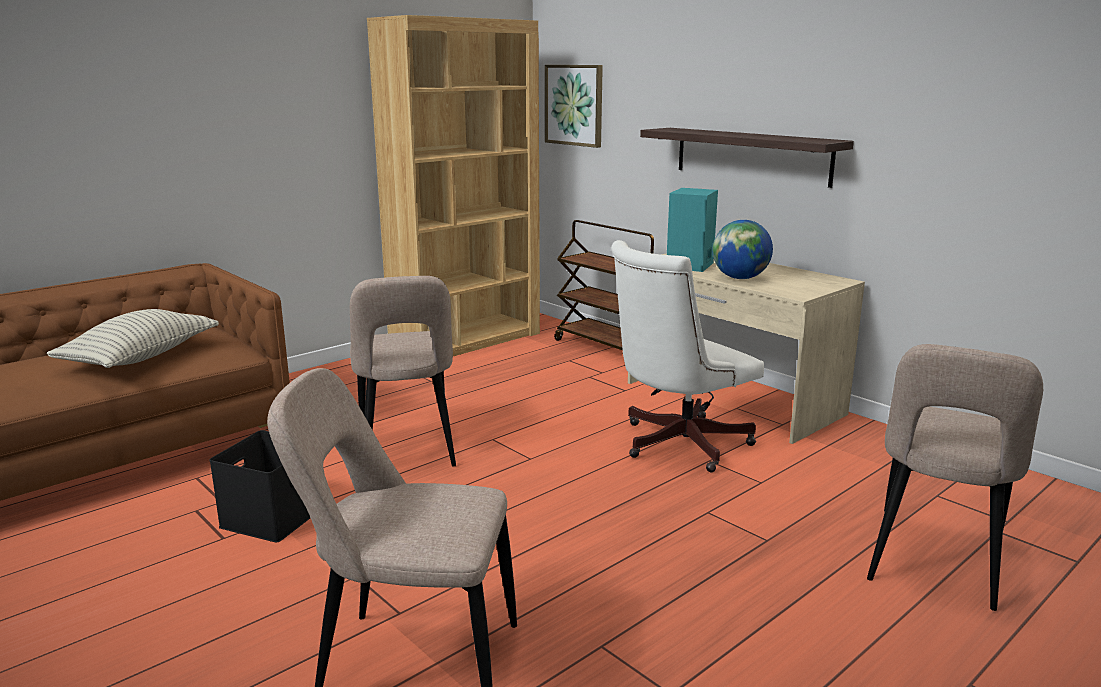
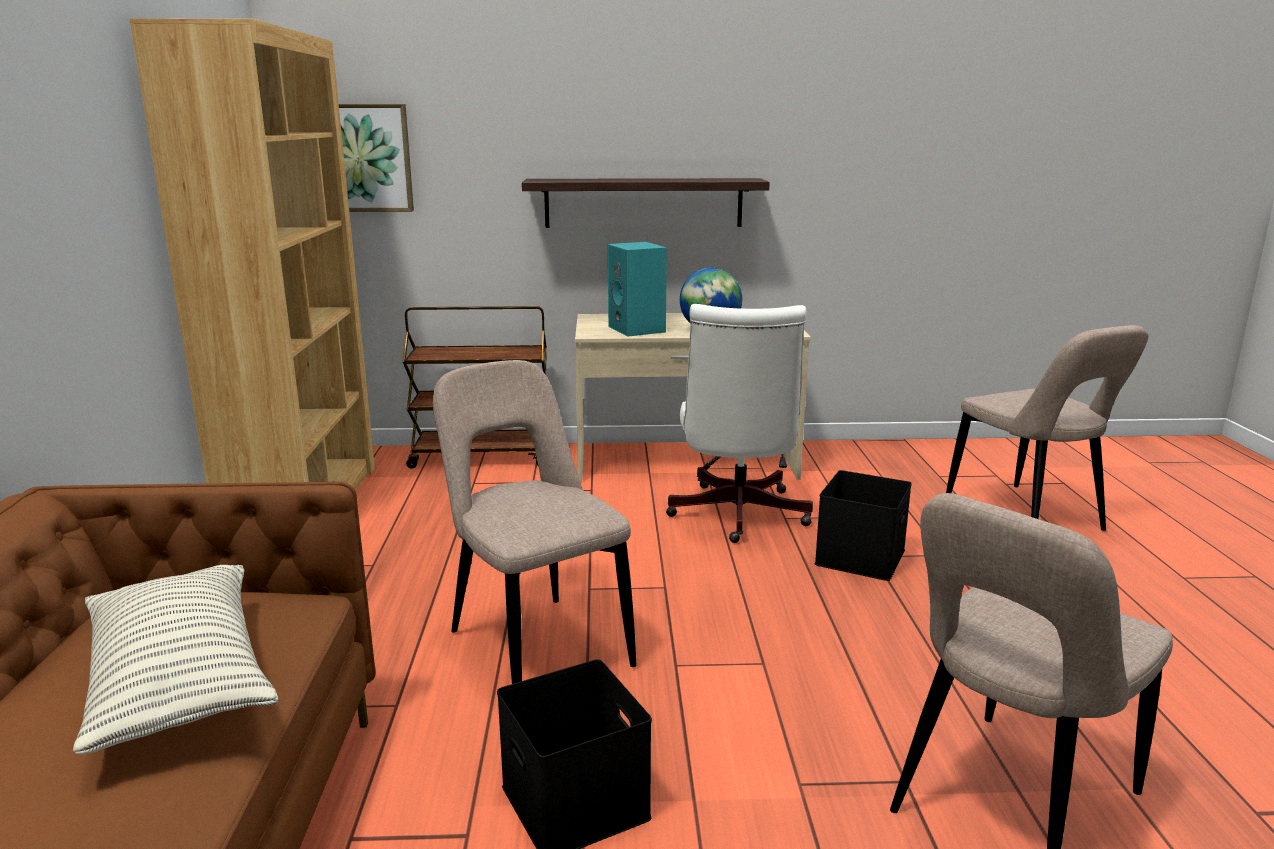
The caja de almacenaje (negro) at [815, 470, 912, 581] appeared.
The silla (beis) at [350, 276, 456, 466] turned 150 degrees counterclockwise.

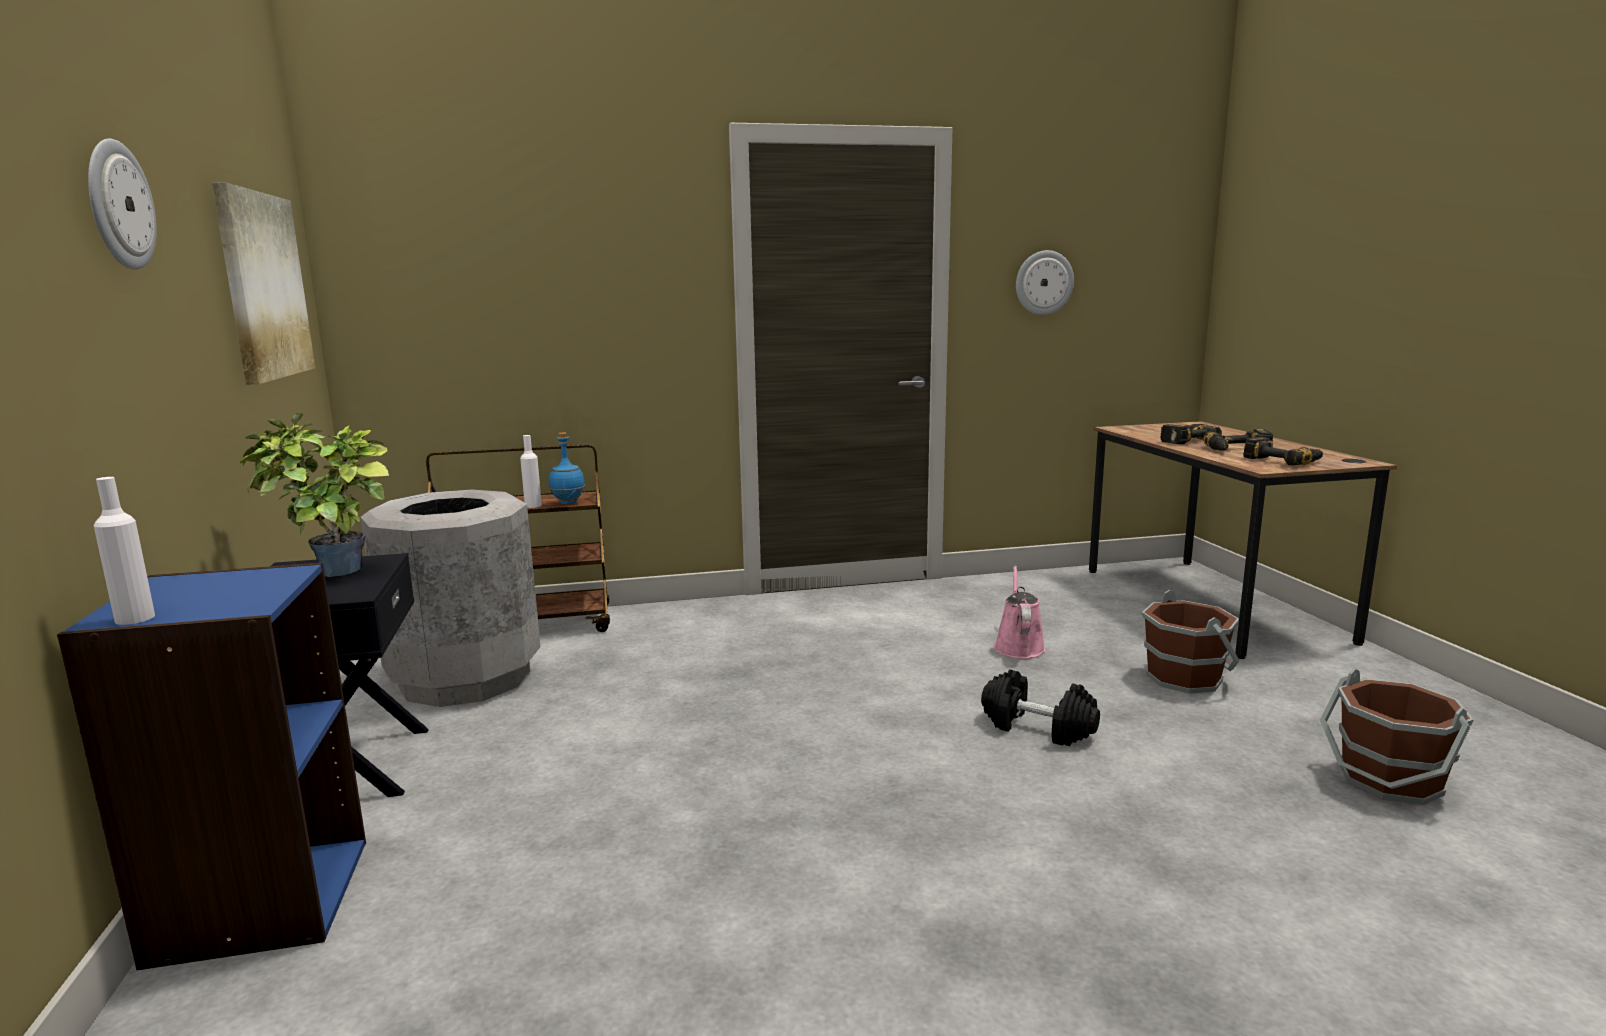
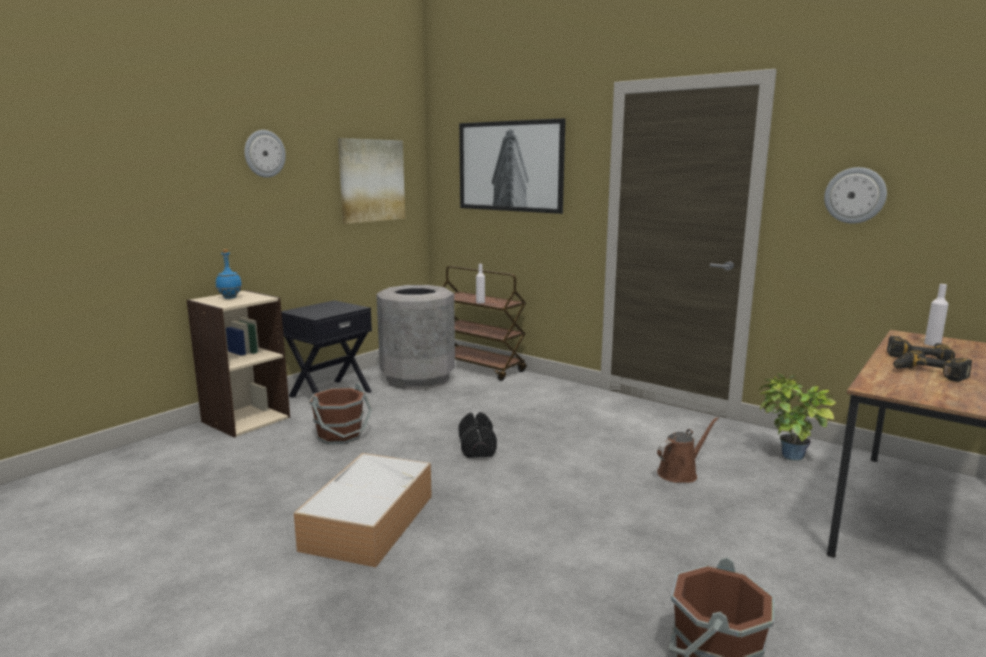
The taladro at [1243, 437, 1323, 466] disappeared.
The caja de almacenaje at [294, 453, 432, 567] appeared.
The cuadro at [459, 118, 566, 214] appeared.
The botella (blanco) moved from [94, 477, 155, 625] to [924, 284, 949, 346].
The planta en maceta moved from [240, 413, 389, 577] to [759, 373, 836, 461].
The botella (azul) moved from [549, 432, 585, 504] to [216, 249, 242, 299].
The mancuerna (negro) moved from [981, 669, 1100, 746] to [459, 412, 497, 458].
The cubo (marrón) moved from [1142, 590, 1240, 694] to [309, 383, 372, 444].
The estantería (azul) at [57, 563, 366, 970] became the estantería (beis) at [187, 290, 290, 437].
The regadera (rosa) at [994, 566, 1046, 659] became the regadera (marrón) at [657, 417, 719, 483].

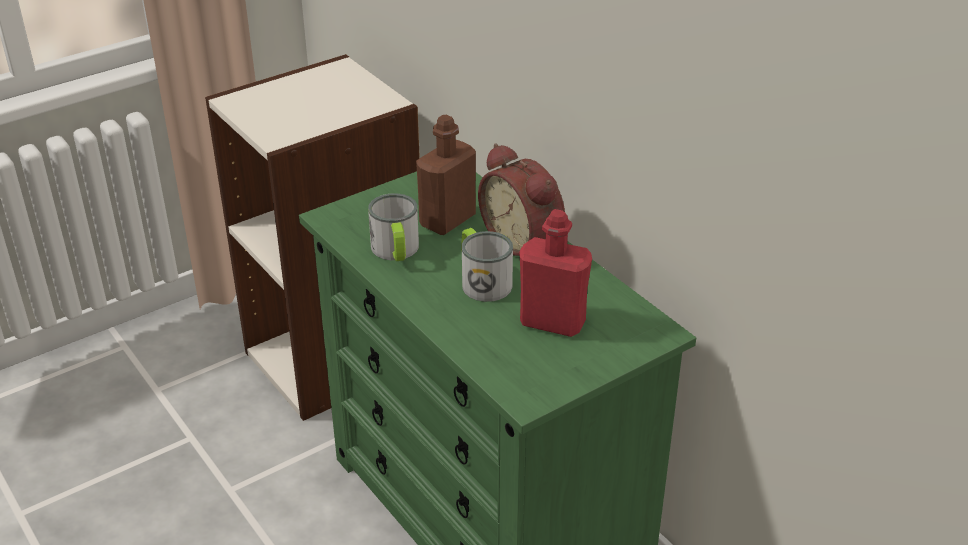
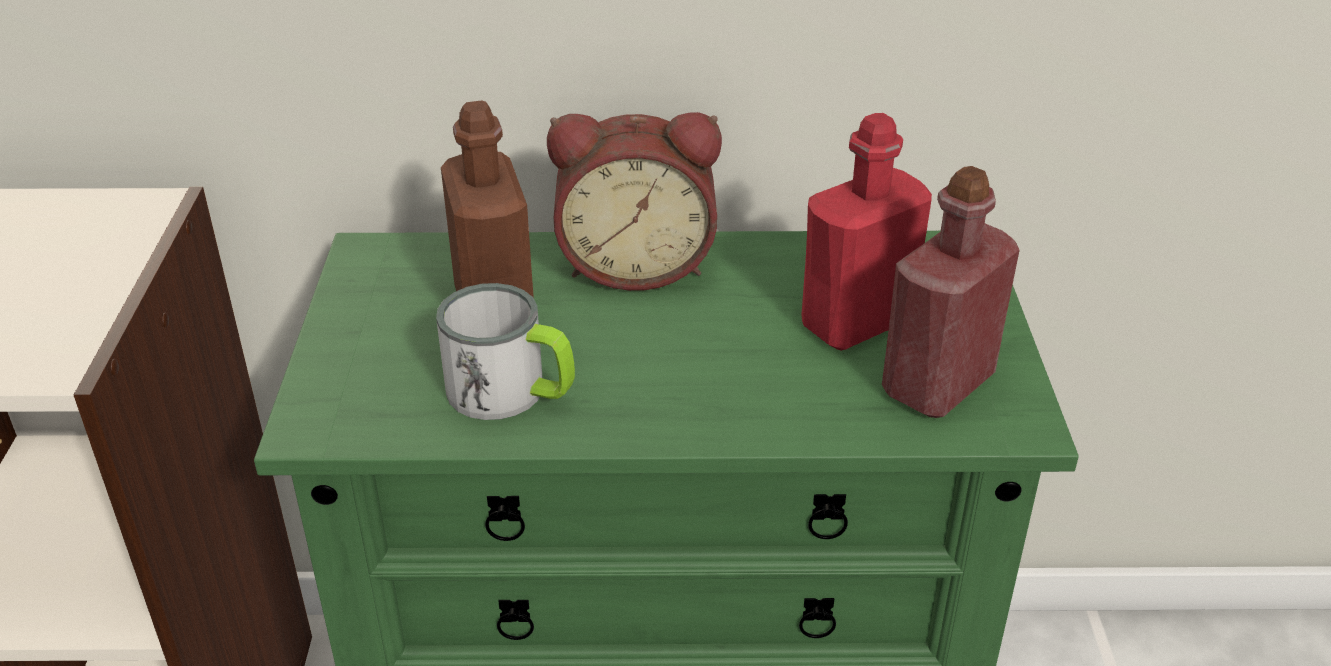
The taza grande at [461, 228, 513, 302] disappeared.
The botella (rojo) at [882, 166, 1020, 418] appeared.

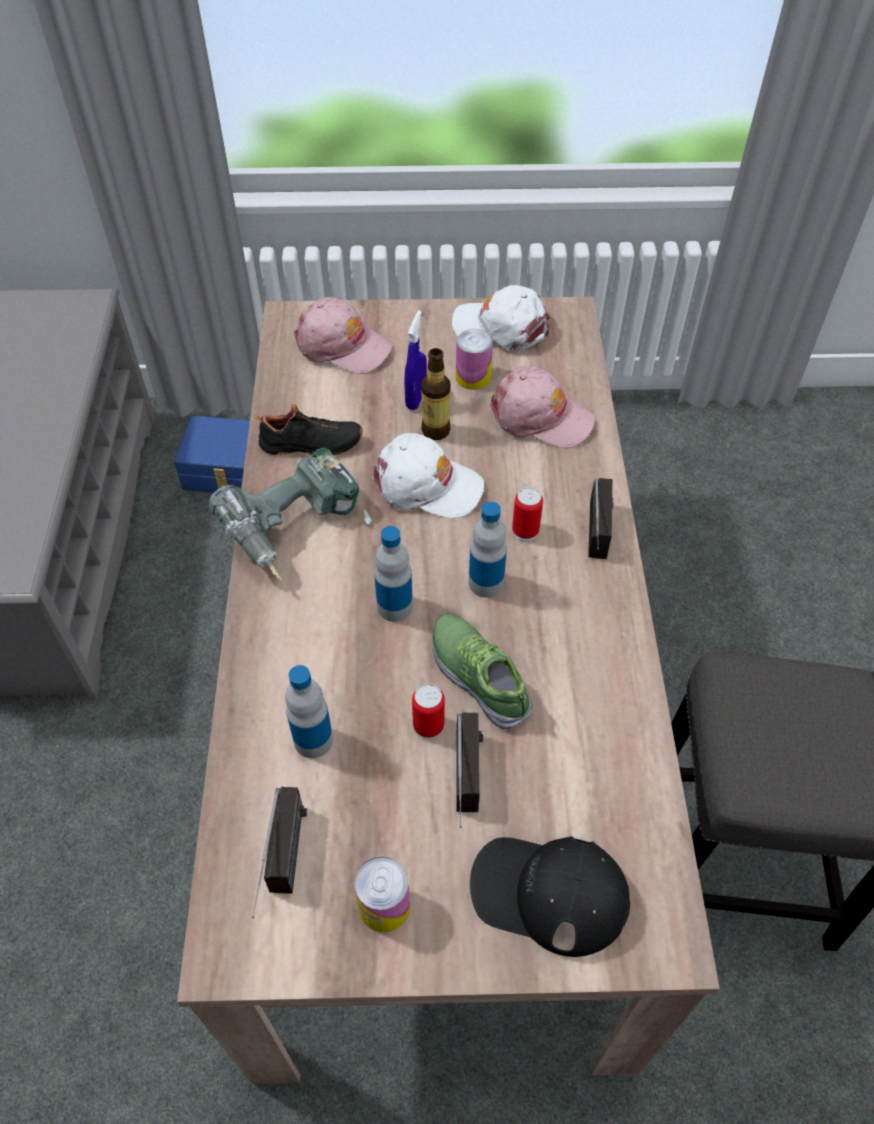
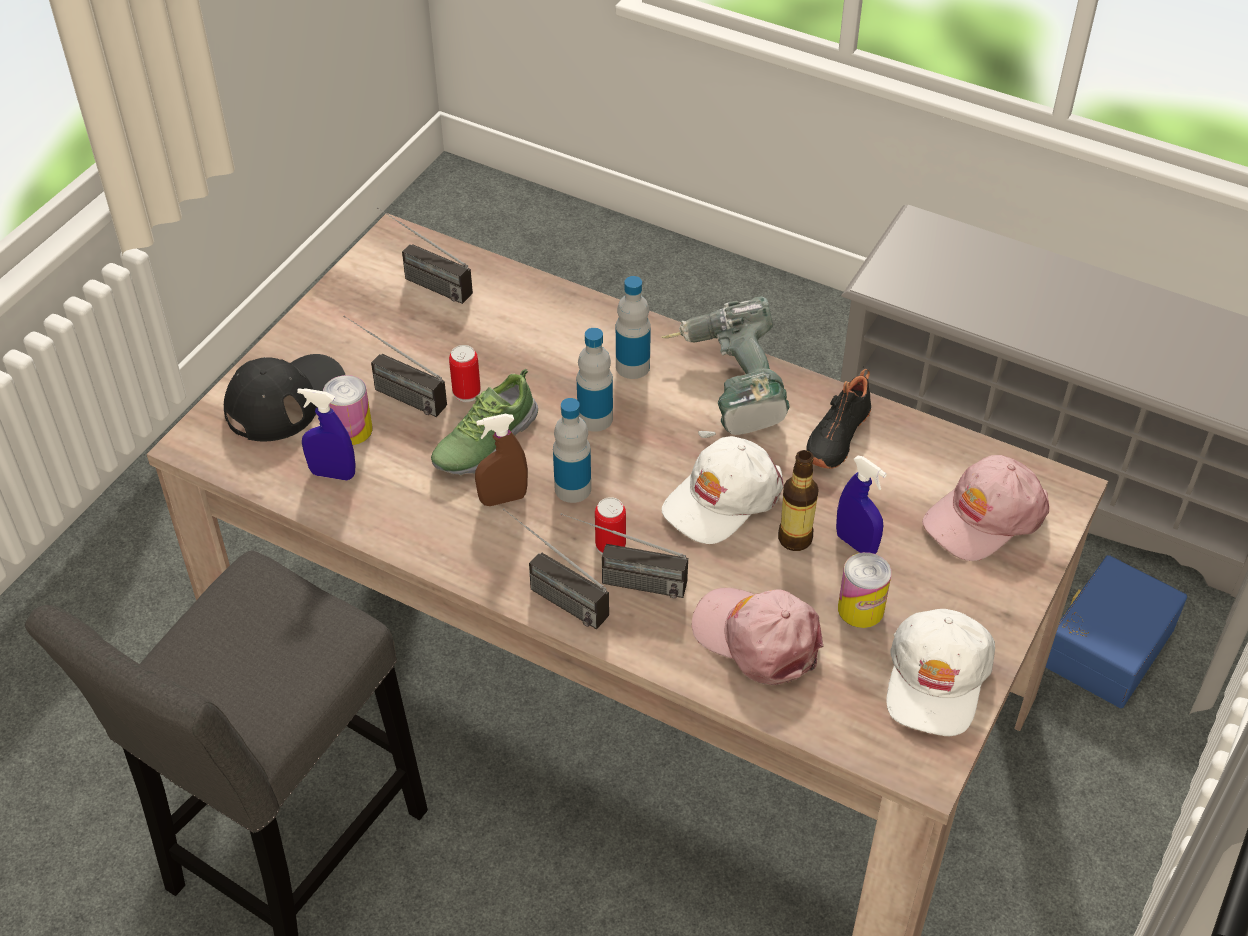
The pulverizador (azul) at [297, 388, 355, 481] appeared.
The pulverizador (marrón) at [475, 414, 528, 506] appeared.
The radio at [560, 513, 688, 598] appeared.
The botella moved from [285, 665, 333, 758] to [616, 276, 651, 379].
The lata moved from [354, 856, 410, 933] to [323, 375, 372, 445].
The zapato at [432, 613, 533, 729] turned 135 degrees clockwise.
The gorra (blanco) at [452, 285, 550, 351] turned 150 degrees clockwise.
The gorra (rosa) at [489, 366, 595, 448] turned 75 degrees clockwise.

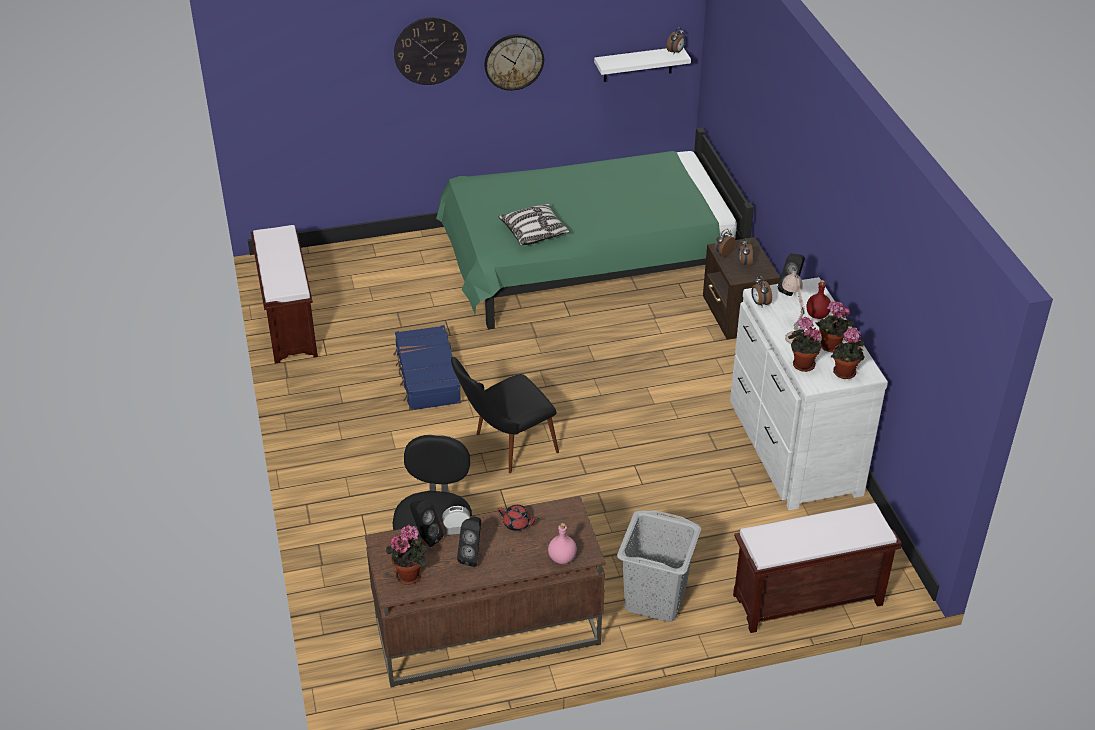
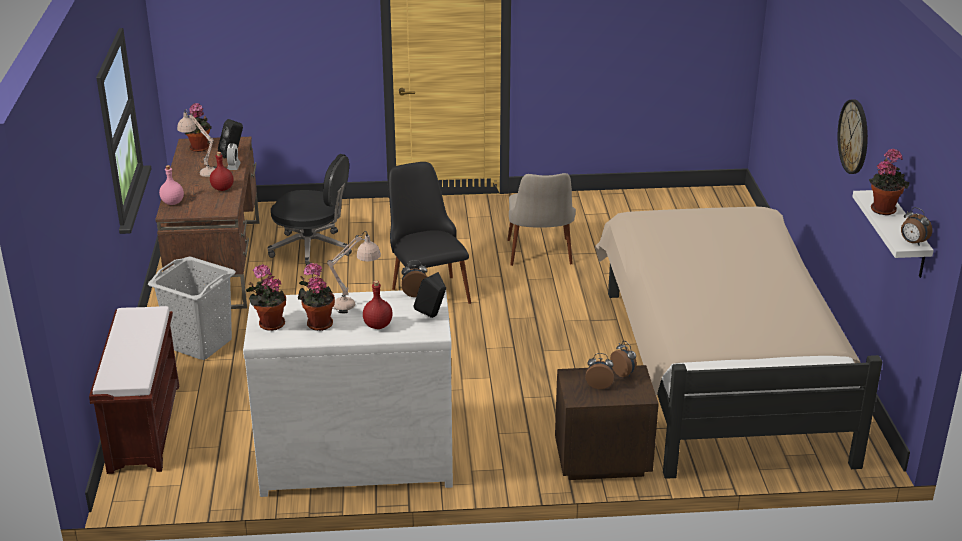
The banco (marrón) at [251, 225, 318, 364] disappeared.
The reloj de pared at [394, 17, 467, 85] disappeared.
The cojín at [499, 204, 570, 246] disappeared.
The planta en maceta moved from [788, 317, 821, 372] to [869, 149, 909, 215].
The maleta (azul) at [393, 325, 461, 411] was replaced by the silla (beis) at [507, 173, 576, 266].
The altavoz (negro) at [457, 517, 481, 567] was replaced by the lámpara de mesa (beis) at [177, 109, 216, 177].
The tetera (rojo) at [497, 505, 539, 531] was replaced by the botella (rojo) at [210, 152, 234, 191].
The cama (verde) at [436, 128, 754, 330] became the cama (beis) at [595, 207, 883, 479].

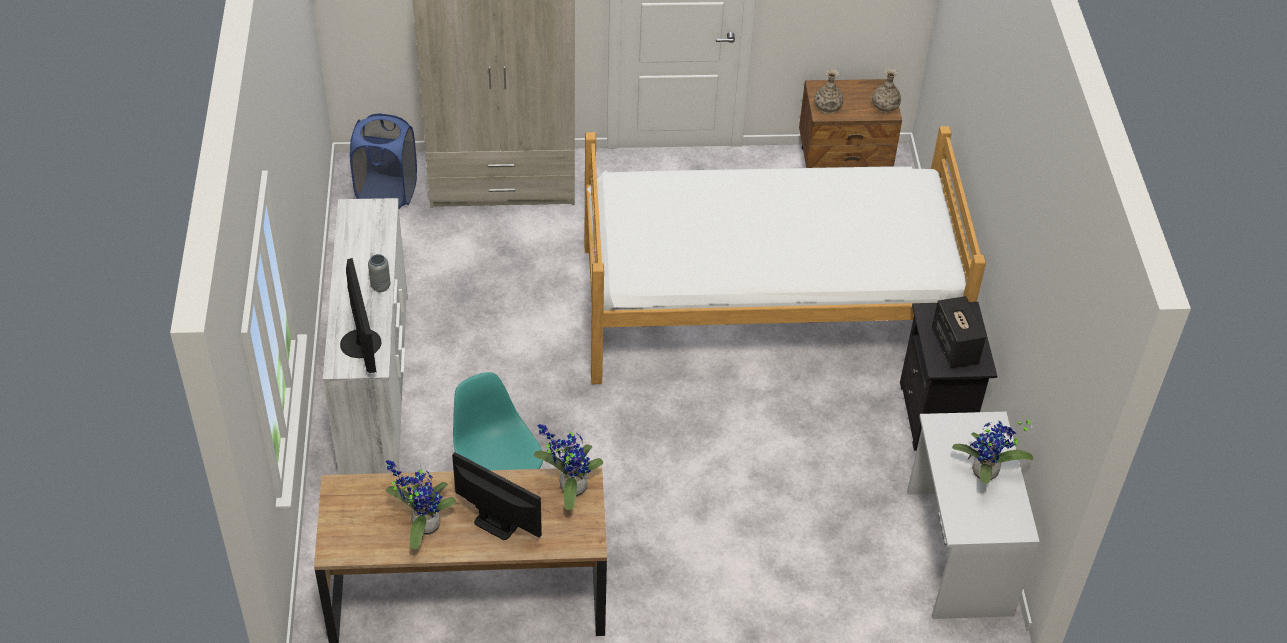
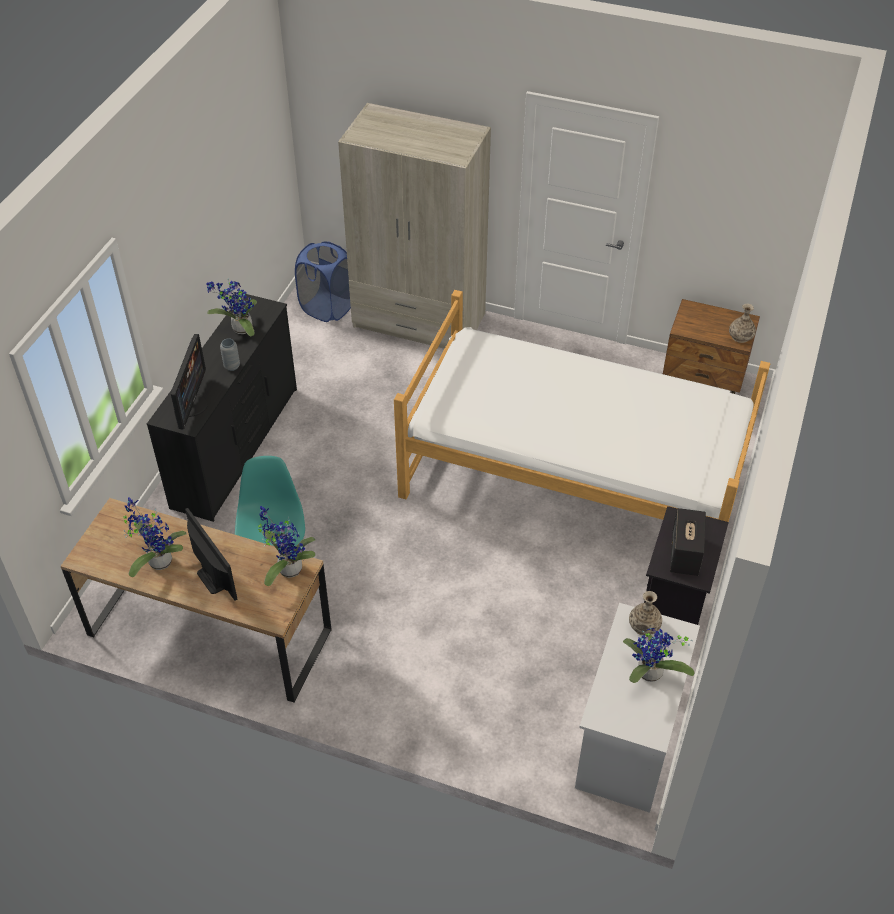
The planta en maceta at [206, 279, 257, 336] appeared.
The florero moved from [814, 69, 843, 114] to [629, 591, 662, 636].
The cómoda (blanco) at [323, 198, 408, 475] became the cómoda (negro) at [147, 294, 297, 522].

